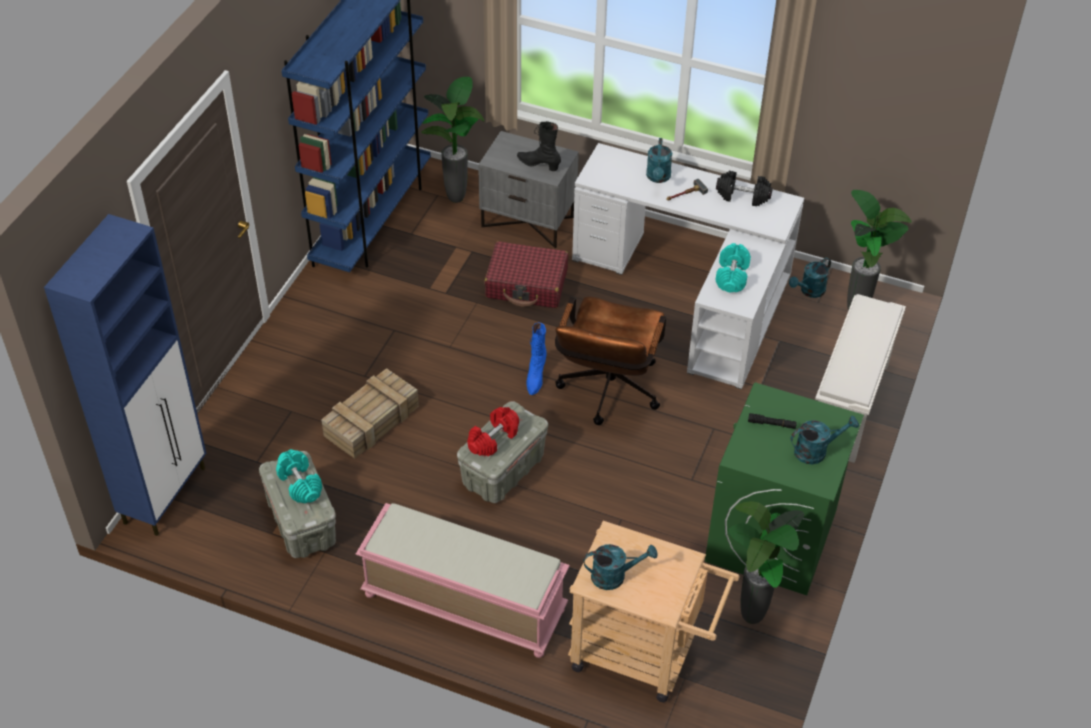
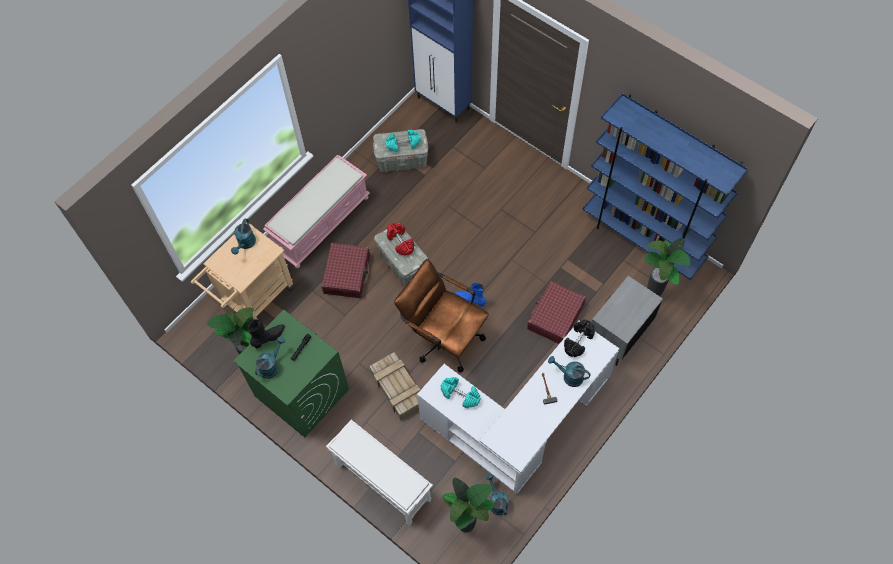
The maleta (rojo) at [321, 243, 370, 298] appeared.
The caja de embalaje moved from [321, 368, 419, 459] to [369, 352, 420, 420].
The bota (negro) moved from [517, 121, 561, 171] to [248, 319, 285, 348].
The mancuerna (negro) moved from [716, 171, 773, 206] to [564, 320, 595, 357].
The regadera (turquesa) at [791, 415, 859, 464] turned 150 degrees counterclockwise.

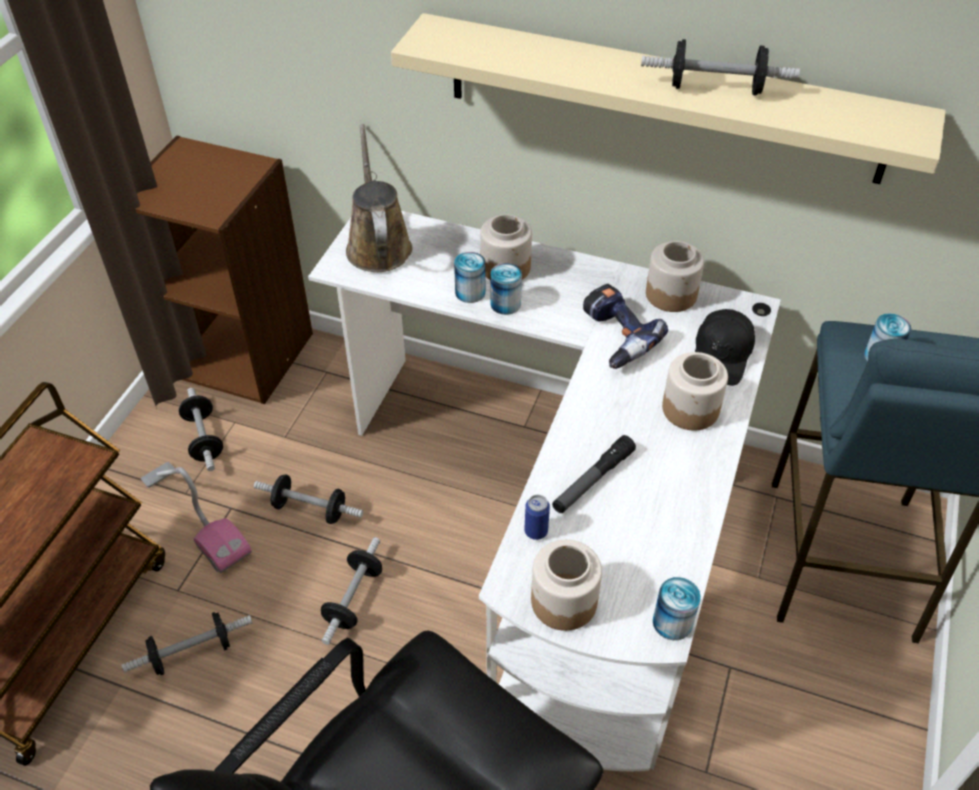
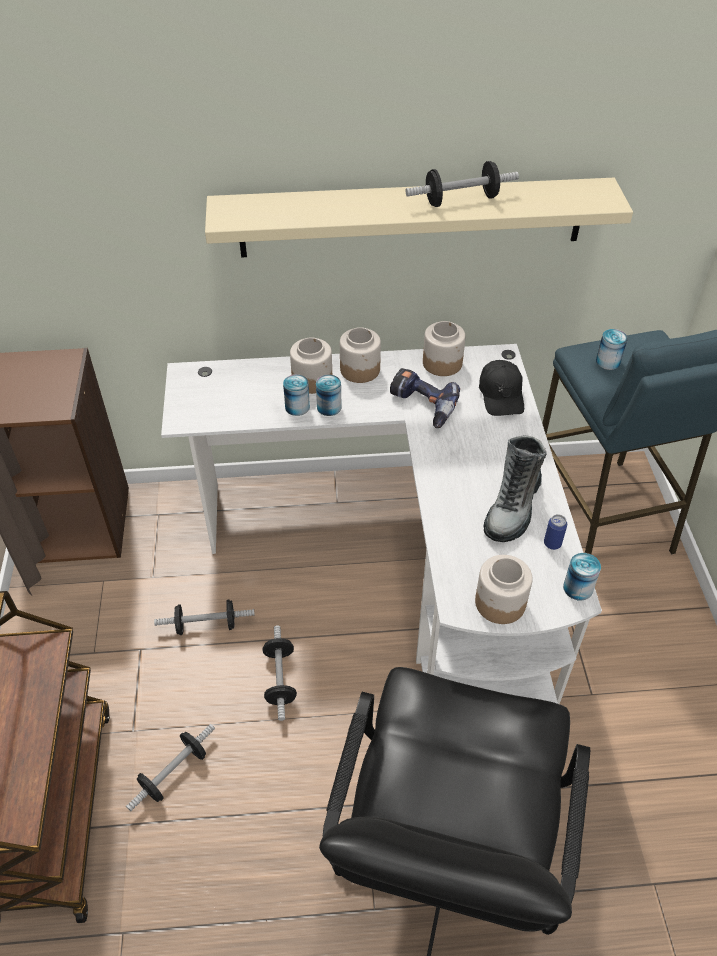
The aspiradora at [141, 462, 252, 573] disappeared.
The mancuerna at [179, 388, 223, 471] disappeared.
The regadera (marrón) at [346, 124, 413, 272] disappeared.
The linterna at [552, 435, 636, 513] disappeared.
The bota at [484, 435, 547, 542] appeared.
The lata moved from [524, 495, 550, 540] to [544, 514, 567, 550].
The tarro moved from [662, 352, 728, 430] to [340, 327, 381, 383].

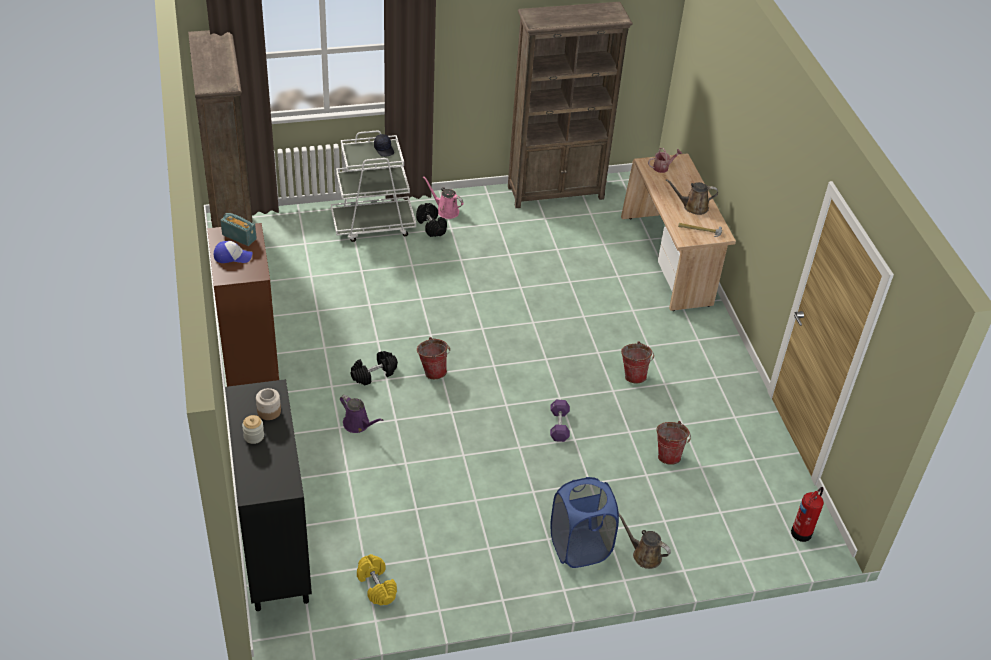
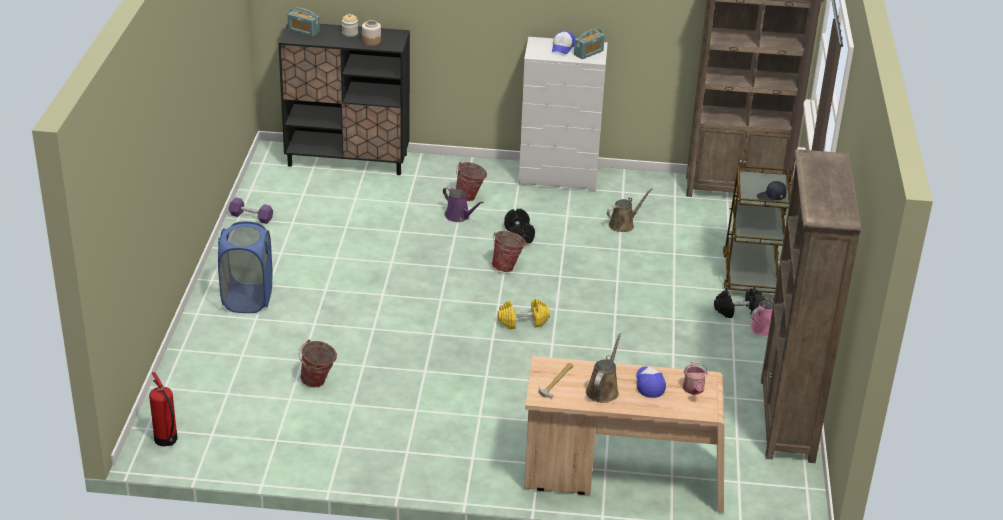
The radio at [288, 7, 320, 37] appeared.
The gorra at [636, 366, 666, 398] appeared.
The mancuerna (amarillo) moved from [357, 554, 397, 606] to [497, 299, 550, 329].
The mancuerna (morado) moved from [550, 400, 570, 442] to [229, 197, 273, 224].
The regadera (marrón) moved from [619, 514, 671, 569] to [607, 188, 653, 232].
The cubo moved from [621, 341, 654, 383] to [456, 162, 487, 201].
The cómoda (marrón) at [207, 223, 279, 387] became the cómoda (blanco) at [519, 37, 608, 190].
The carrito (blanco) at [331, 131, 416, 242] became the carrito (marrón) at [723, 165, 793, 293].
The regadera (morado) at [340, 395, 383, 433] turned 105 degrees counterclockwise.

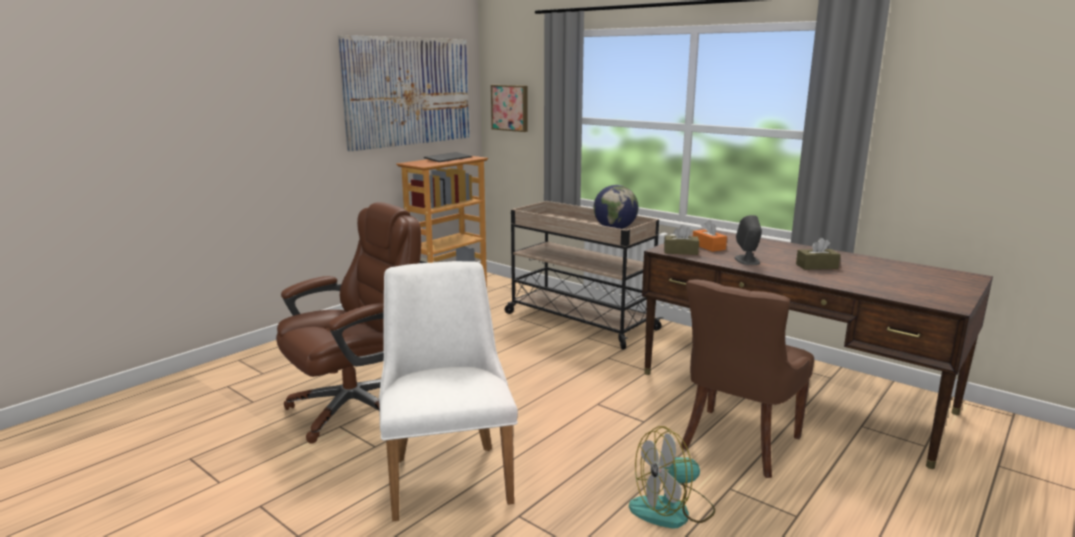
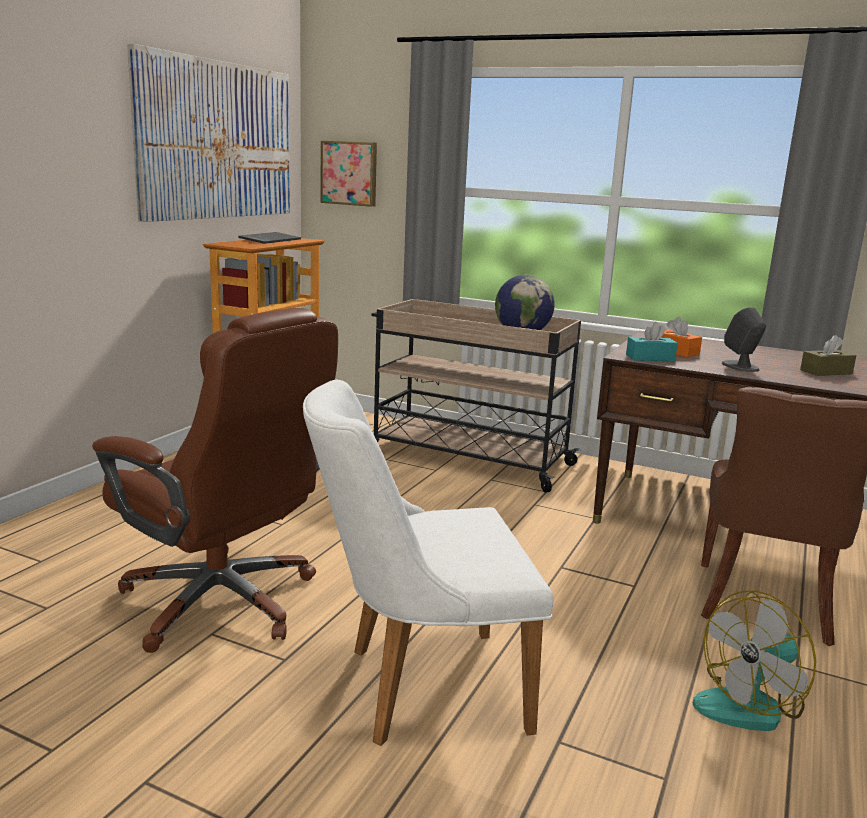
The caja de pañuelos (marrón) at [664, 225, 699, 255] became the caja de pañuelos (turquesa) at [626, 322, 678, 361].
The silla de oficina (marrón) at [276, 202, 421, 444] turned 90 degrees clockwise.
The silla (blanco) at [379, 261, 518, 522] turned 75 degrees counterclockwise.

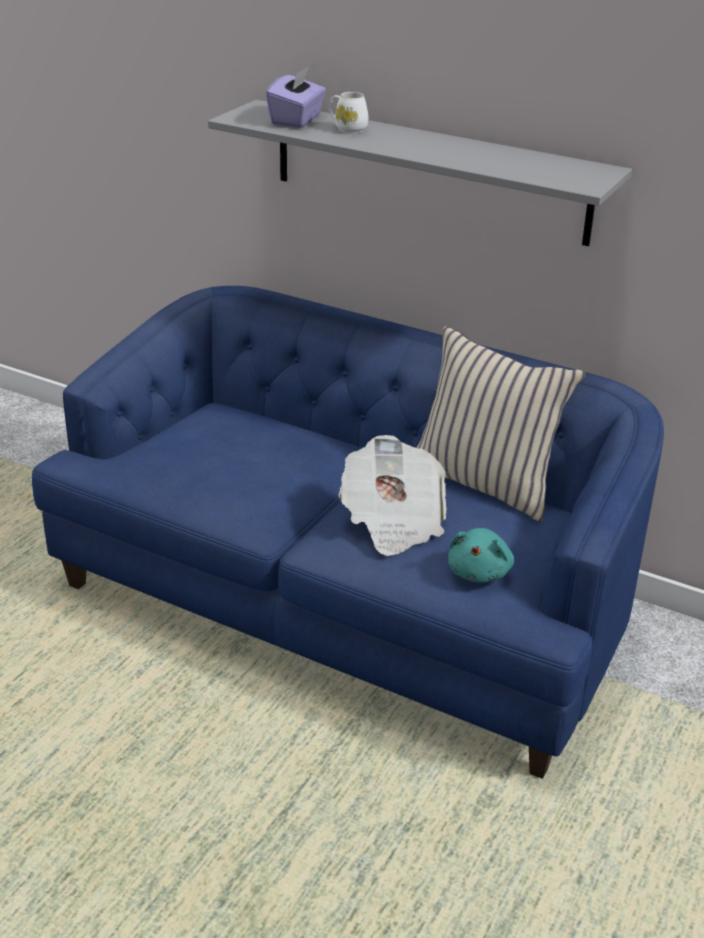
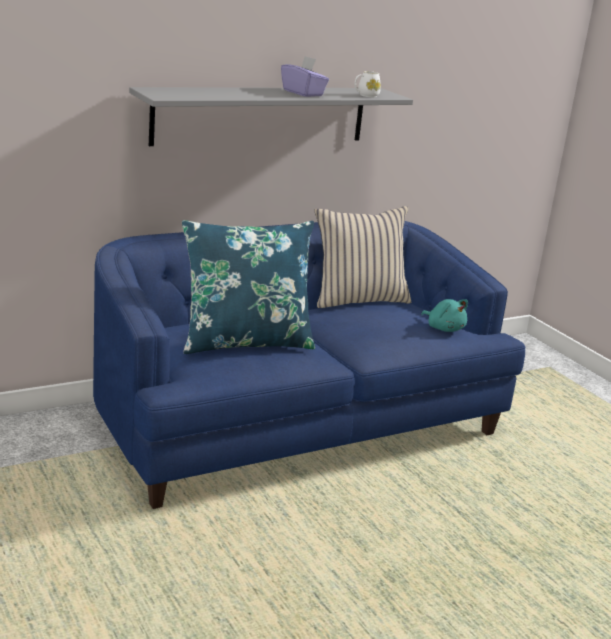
The periódico at [338, 435, 447, 556] disappeared.
The cojín (azul) at [182, 220, 315, 354] appeared.
The caja de pañuelos (morado) moved from [266, 67, 326, 128] to [281, 56, 329, 97].
The taza grande (blanco) moved from [329, 92, 368, 133] to [354, 71, 381, 97].

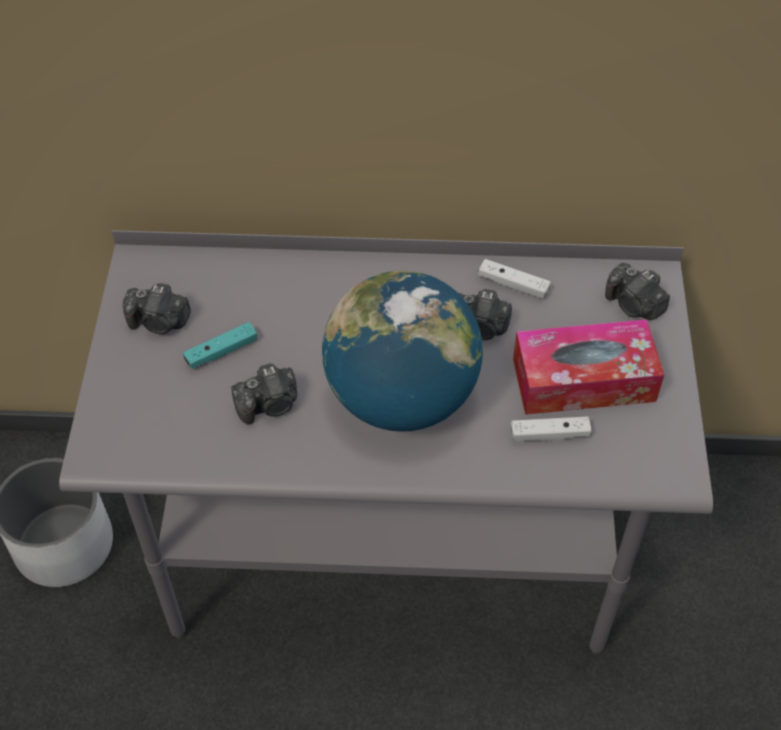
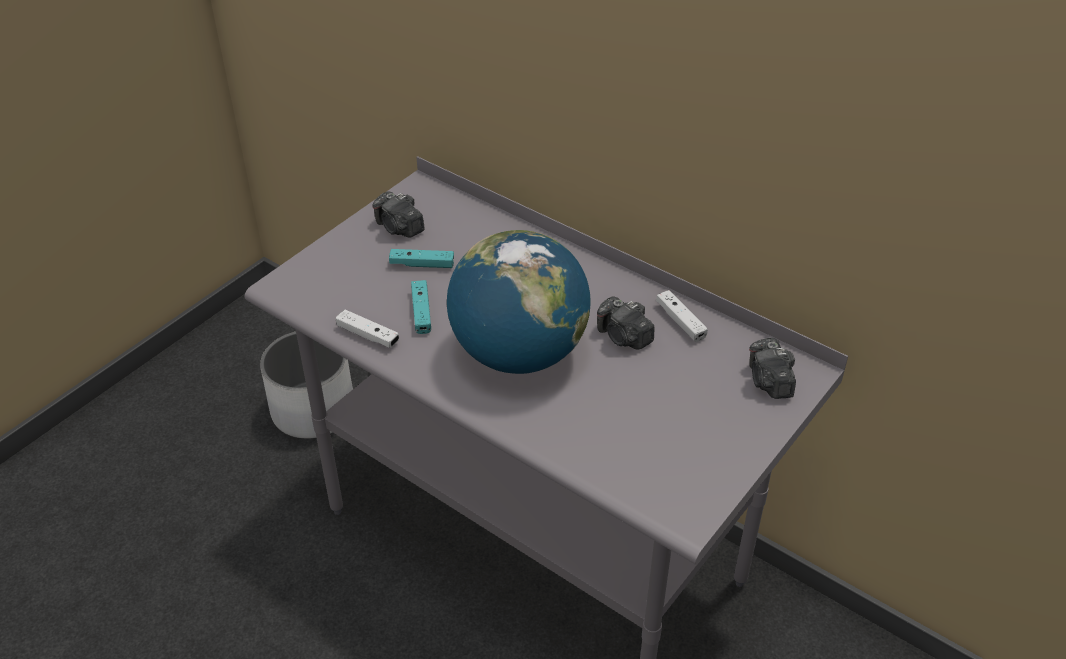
The caja de pañuelos at [513, 319, 664, 415] disappeared.
The mando de consola (blanco) moved from [511, 416, 591, 441] to [336, 310, 399, 348].
The cámara at [231, 363, 297, 424] was replaced by the mando de consola (turquesa) at [411, 280, 431, 334].

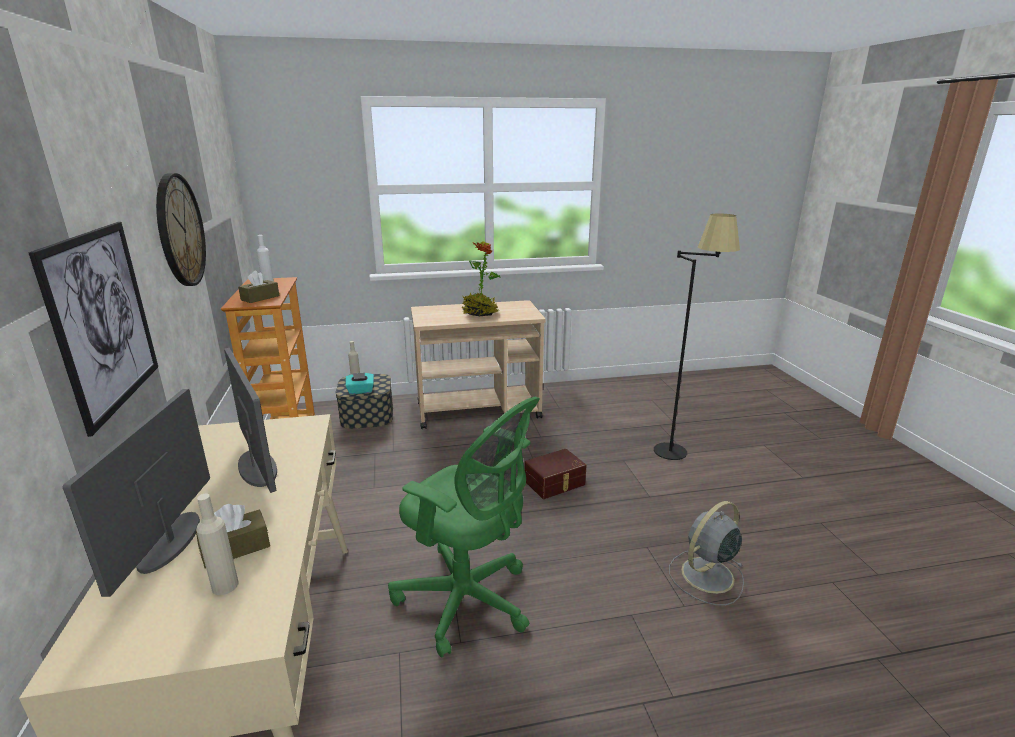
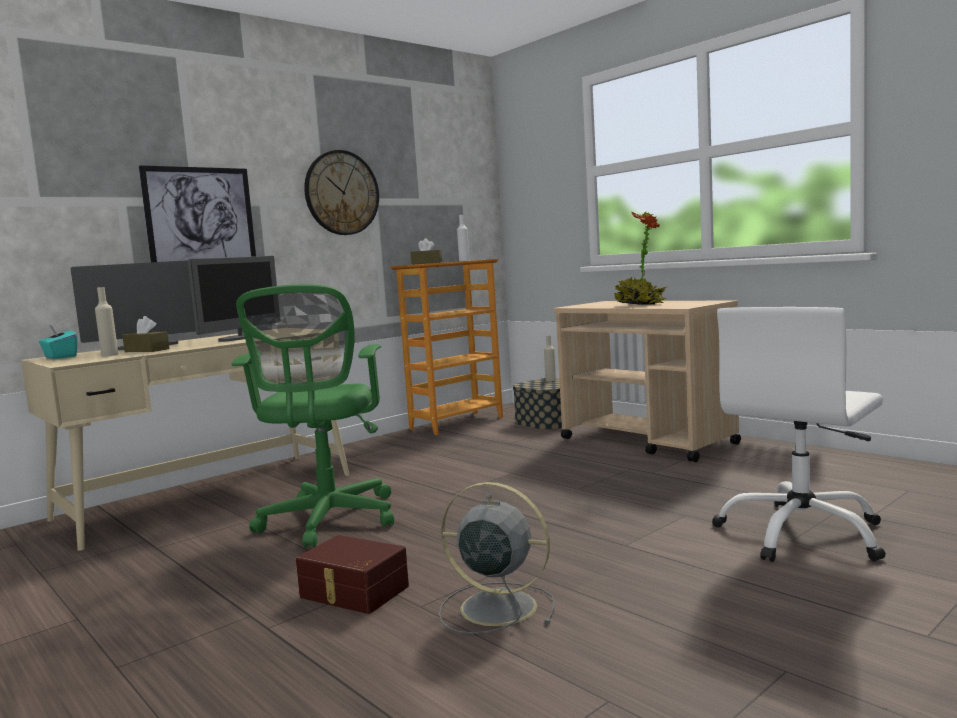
The caja de pañuelos (turquesa) moved from [345, 373, 374, 394] to [39, 325, 77, 359].
The caja de almacenaje (marrón) moved from [525, 449, 587, 499] to [296, 535, 409, 614].
The lámpara de pie (negro) at [654, 213, 740, 460] was replaced by the silla de oficina (blanco) at [712, 307, 886, 562].

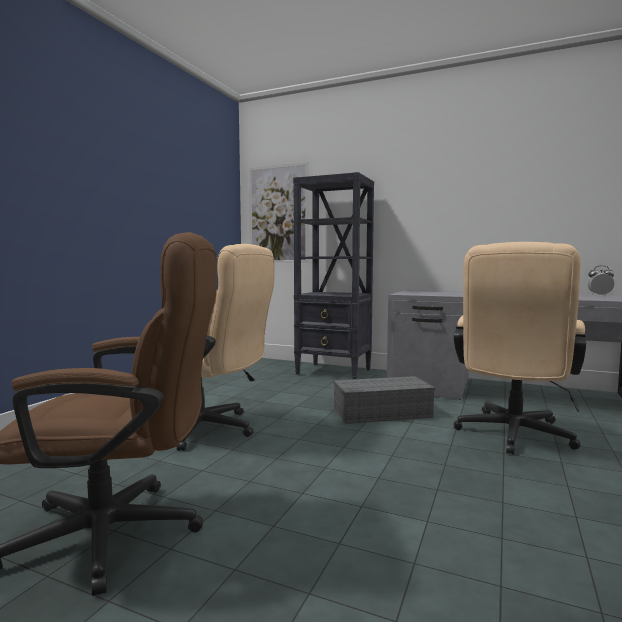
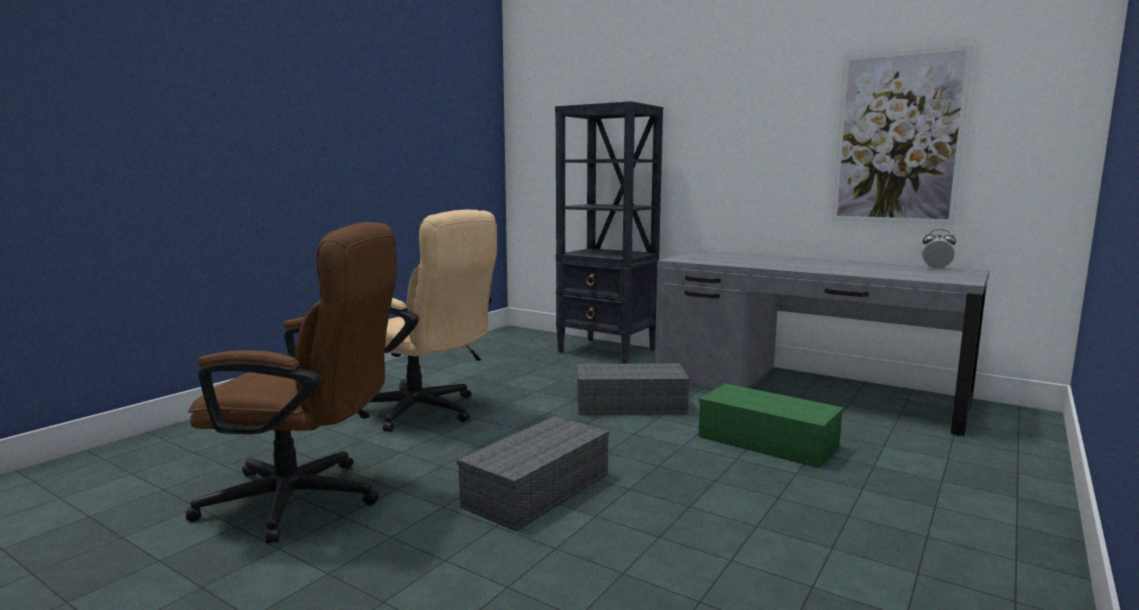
The caja de almacenaje (gris) at [457, 416, 609, 532] appeared.
The cuadro moved from [249, 162, 309, 263] to [832, 44, 974, 225].
The silla de oficina (beis) at [453, 242, 586, 455] was replaced by the caja de almacenaje (verde) at [698, 383, 844, 468].

